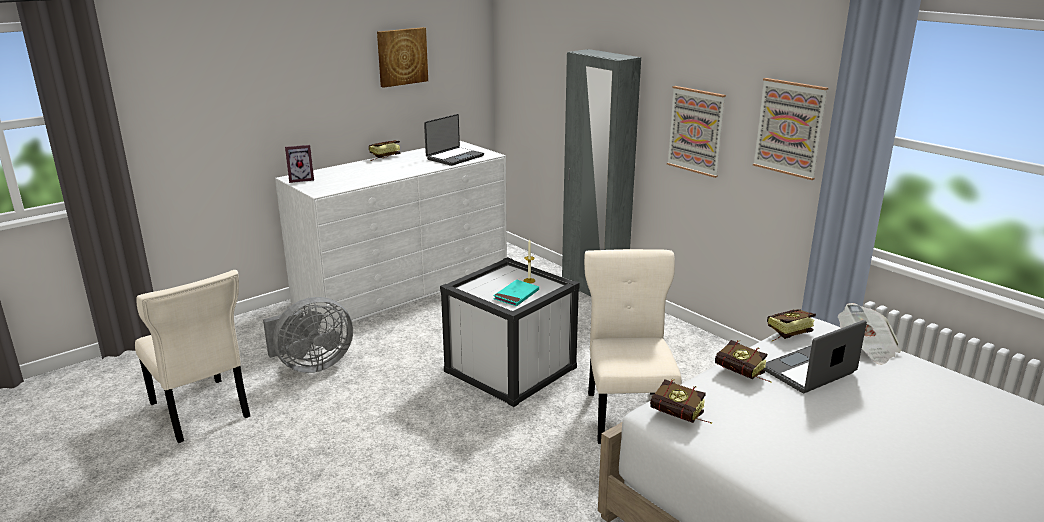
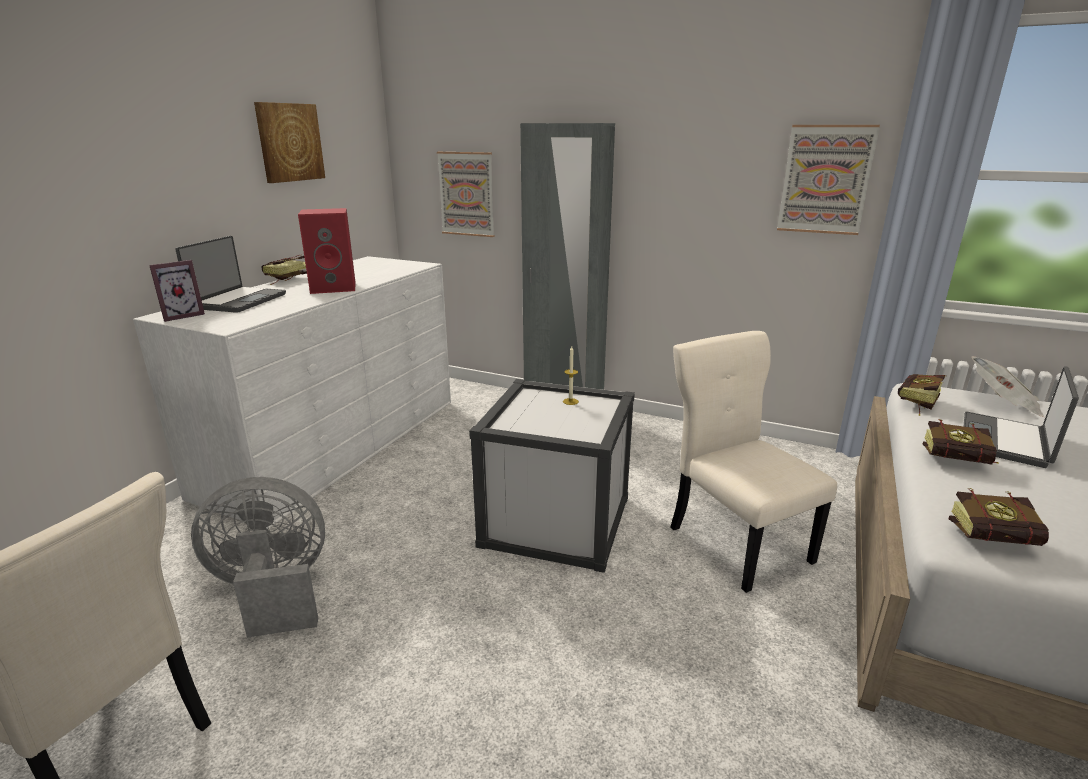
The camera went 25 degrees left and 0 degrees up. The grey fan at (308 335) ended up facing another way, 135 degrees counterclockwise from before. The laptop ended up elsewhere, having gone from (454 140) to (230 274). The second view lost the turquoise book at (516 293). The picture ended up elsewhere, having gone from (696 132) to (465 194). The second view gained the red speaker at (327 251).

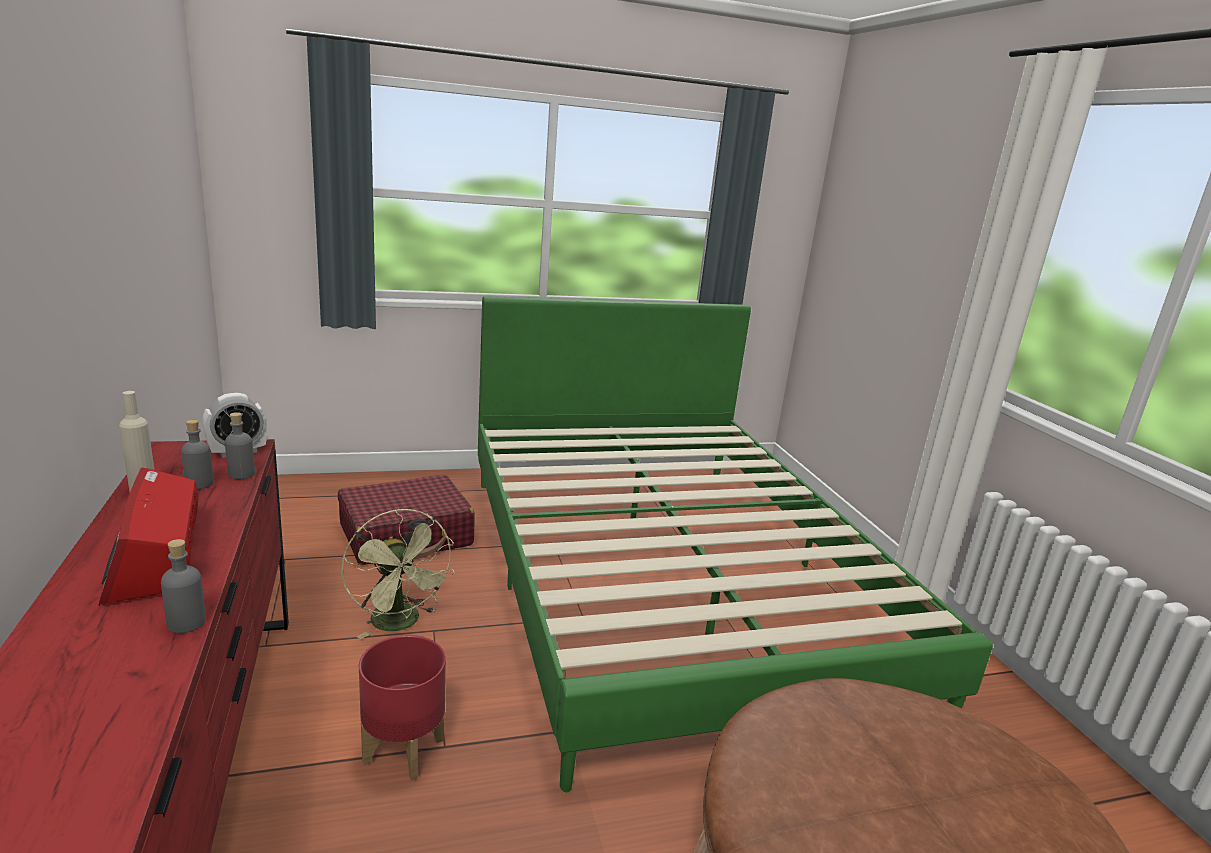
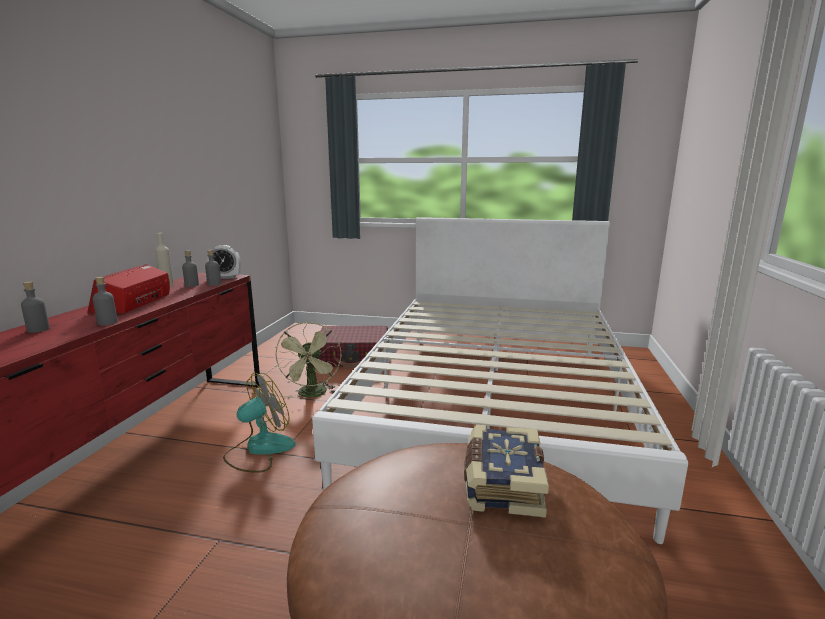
The camera went 30 degrees right and 5 degrees down. Where the red planter stood at (402 708), the fan came to stand at (259 423). What was the green bed at (735 544) turned into the white bed at (500 380). The second view gained the grey bottle at (35 307). The second view gained the book at (506 471).

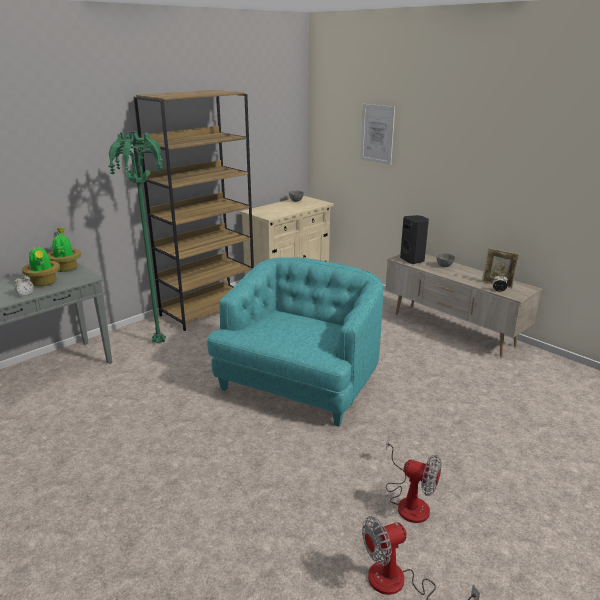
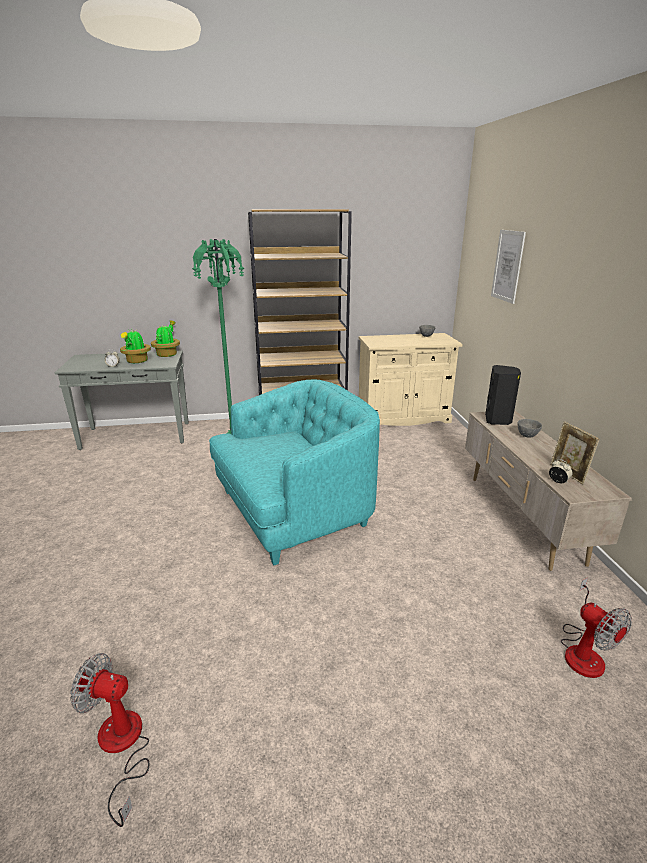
The camera went 35 degrees right and 0 degrees up. The fan ended up elsewhere, having gone from (414 480) to (596 628).

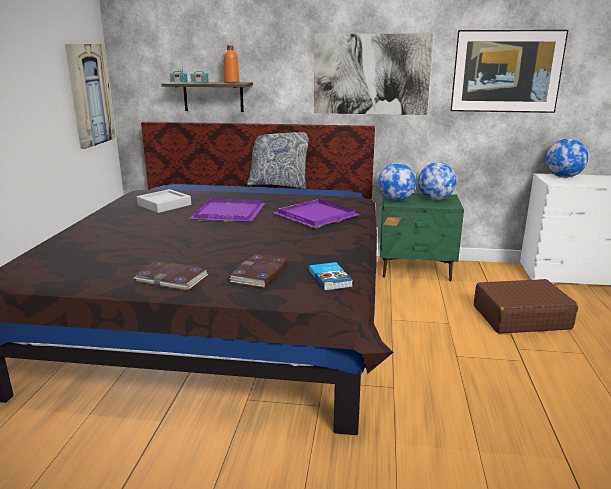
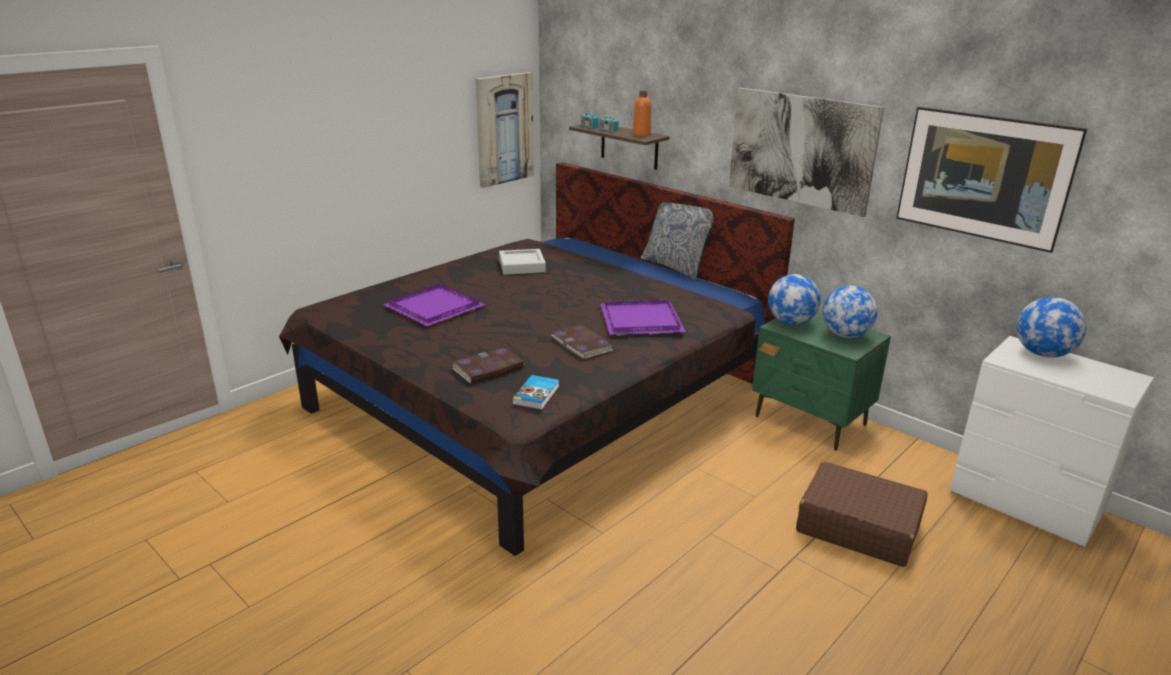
The camera went 35 degrees right and 5 degrees up. The book ended up elsewhere, having gone from (171 276) to (582 342). The purple tray ended up elsewhere, having gone from (227 210) to (434 305).

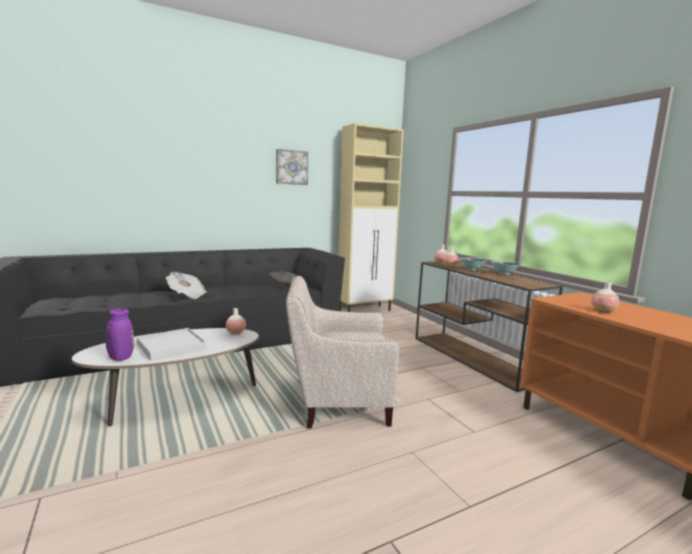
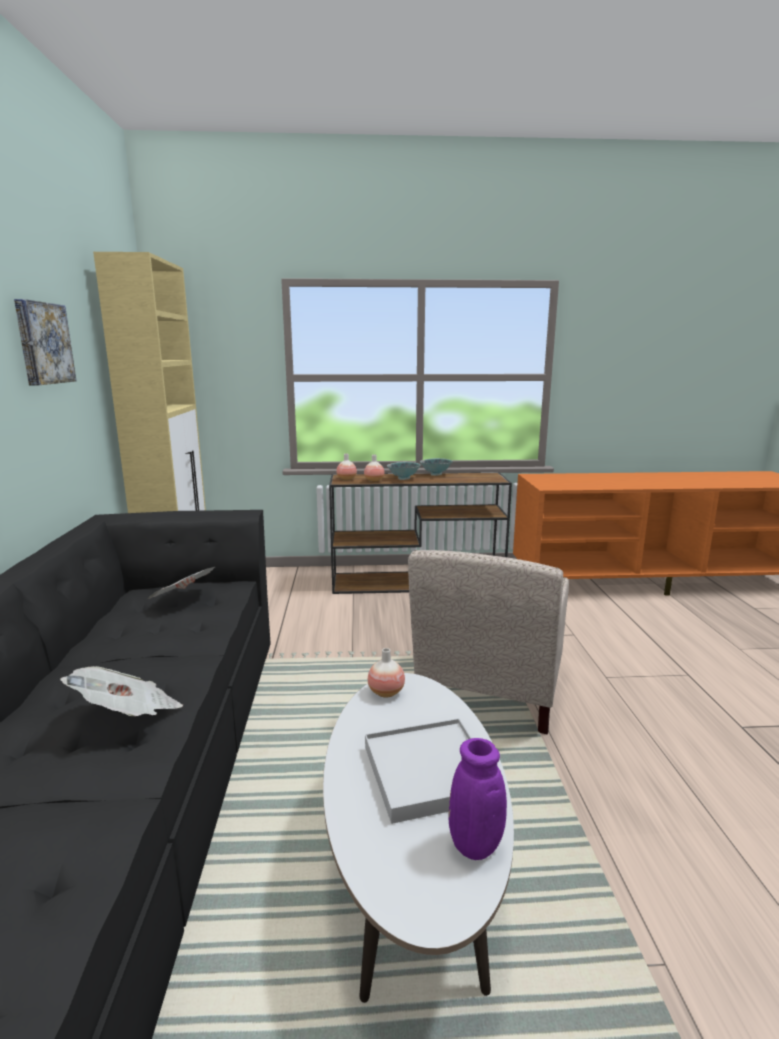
The camera went 65 degrees left and 5 degrees up. The second view lost the vase at (605 297).

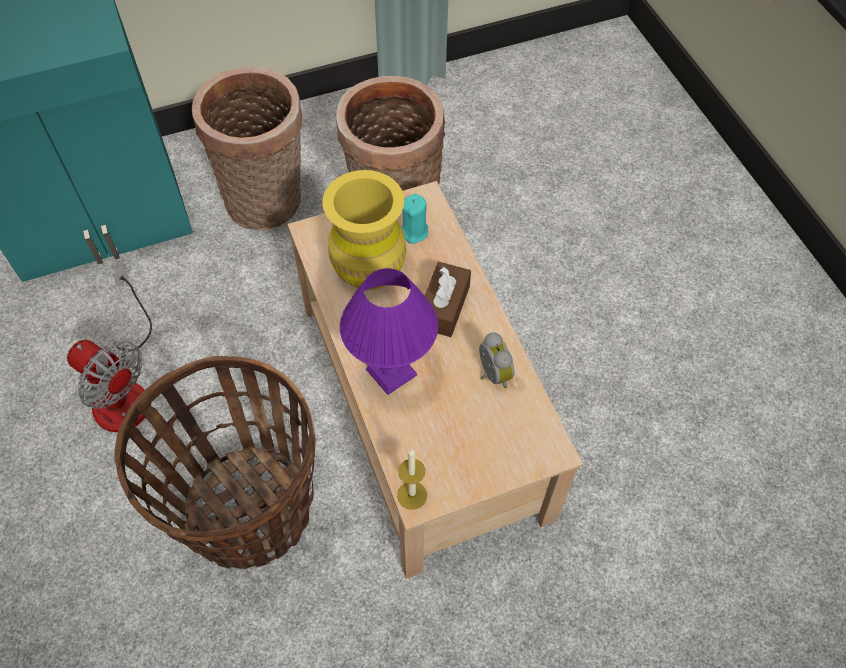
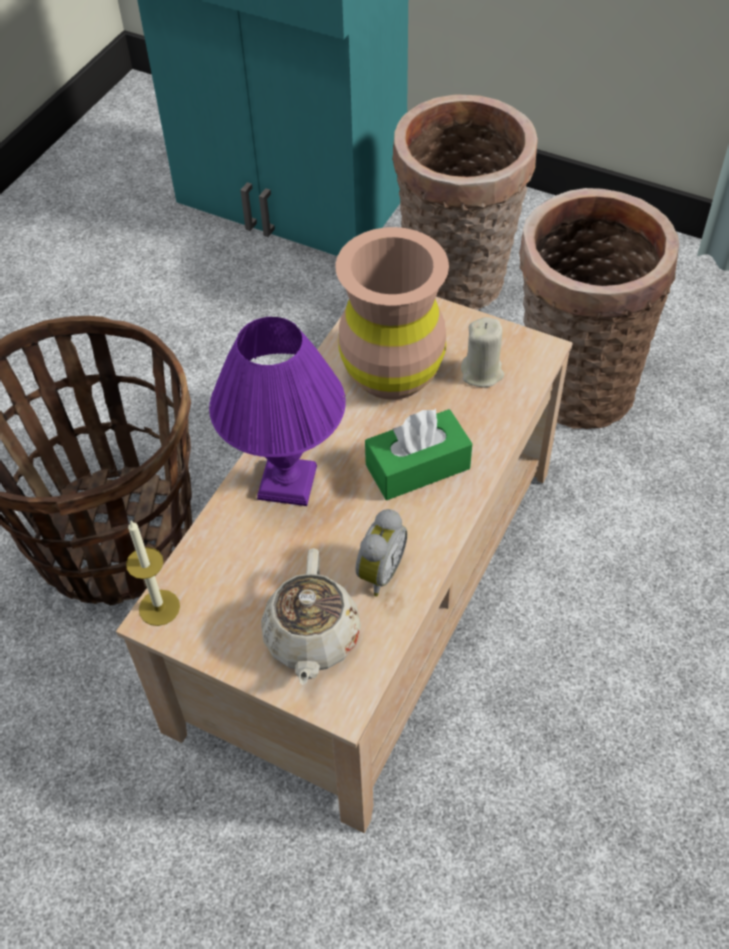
The camera went 50 degrees right and 5 degrees down. The second view lost the fan at (109 348). What was the yellow vase at (364 230) turned into the brown vase at (392 313). What was the turquoise candle at (414 219) turned into the beige candle at (482 352). What was the brown tissue box at (448 299) turned into the green tissue box at (418 454). The second view gained the beige teapot at (311 616).

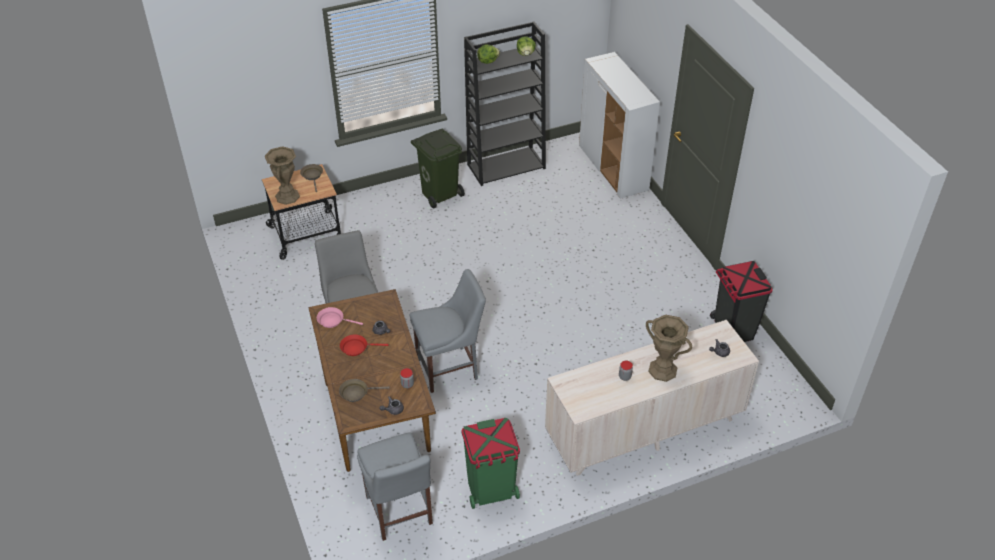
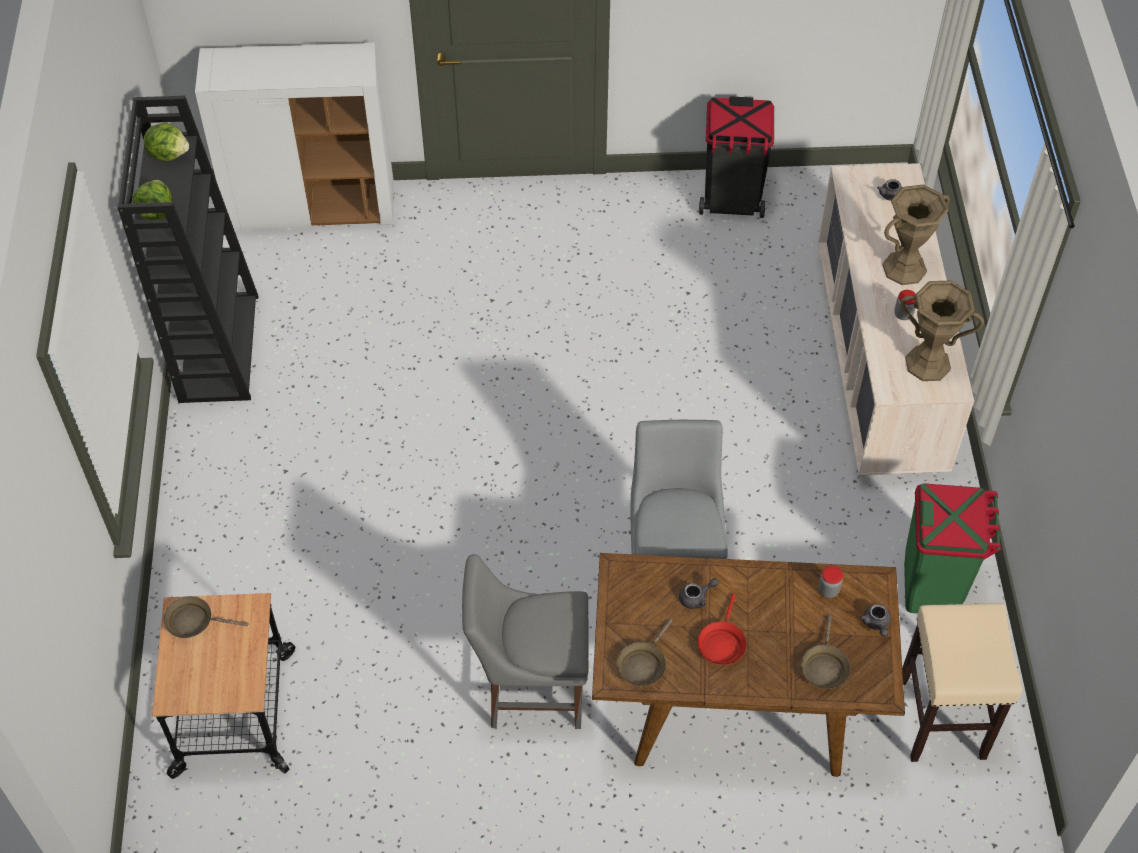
The camera went 70 degrees left and 10 degrees up. The brown vase ended up elsewhere, having gone from (282 175) to (942 330). What was the pink frying pan at (340 317) turned into the brown frying pan at (644 652). Where the grey chair stood at (395 486), the beige stool came to stand at (962 682). The second view lost the green trash can at (438 169).

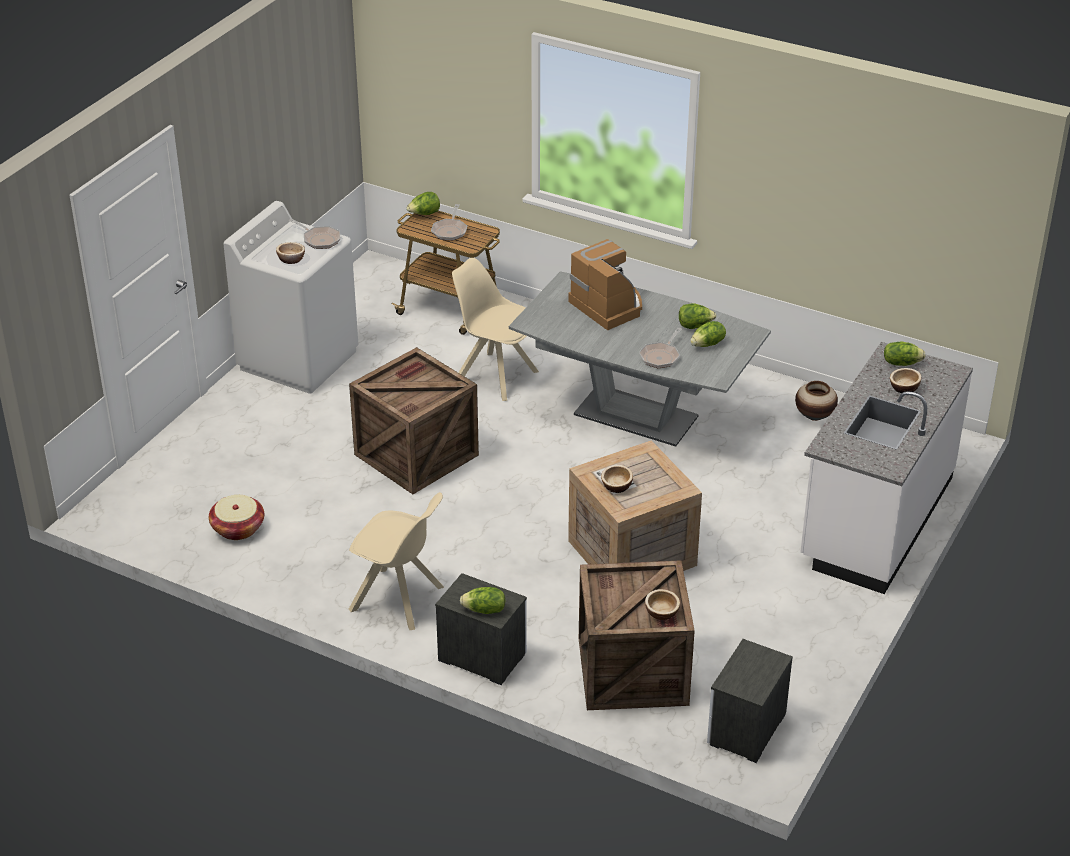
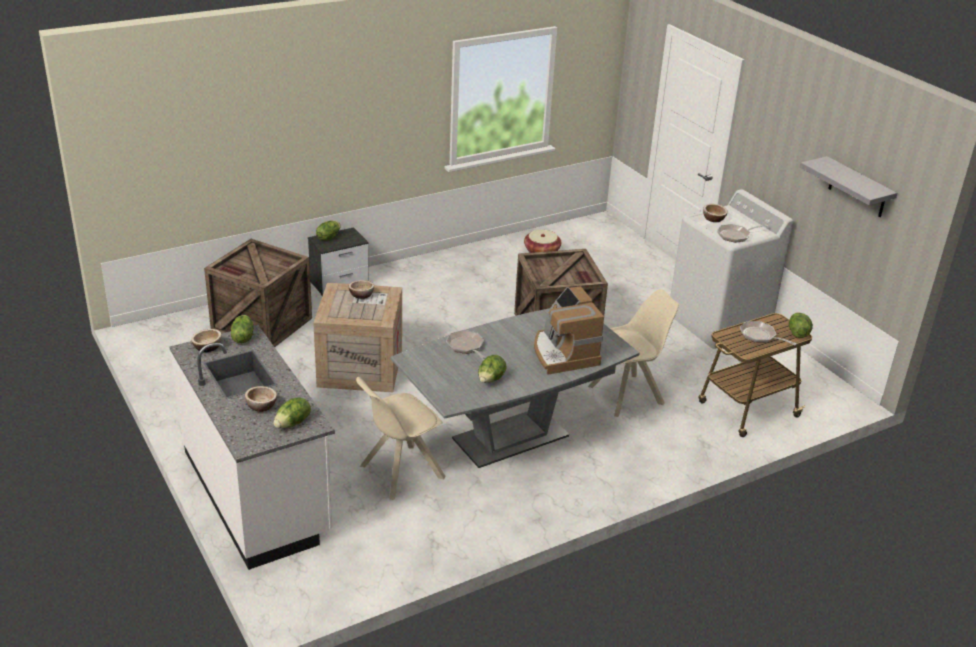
The camera went 120 degrees right and 5 degrees down. The beige chair ended up elsewhere, having gone from (397 561) to (400 438). The coffee machine at (605 284) ended up facing another way, 75 degrees clockwise from before. The bowl ended up elsewhere, having gone from (662 604) to (206 340). The lettuce ended up elsewhere, having gone from (708 334) to (242 329). The second view lost the nightstand at (750 701). The second view lost the vase at (816 401). The second view gained the grey shelf at (848 186).

